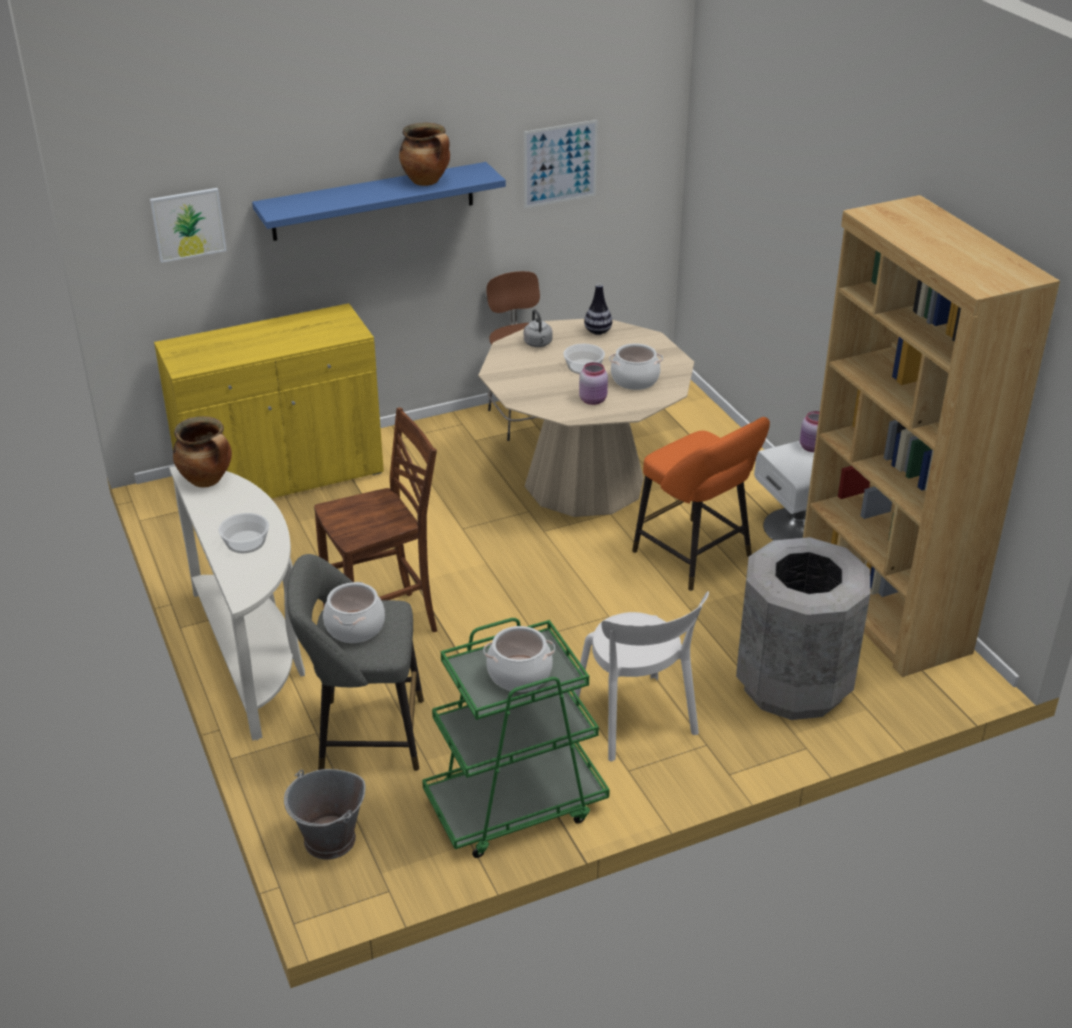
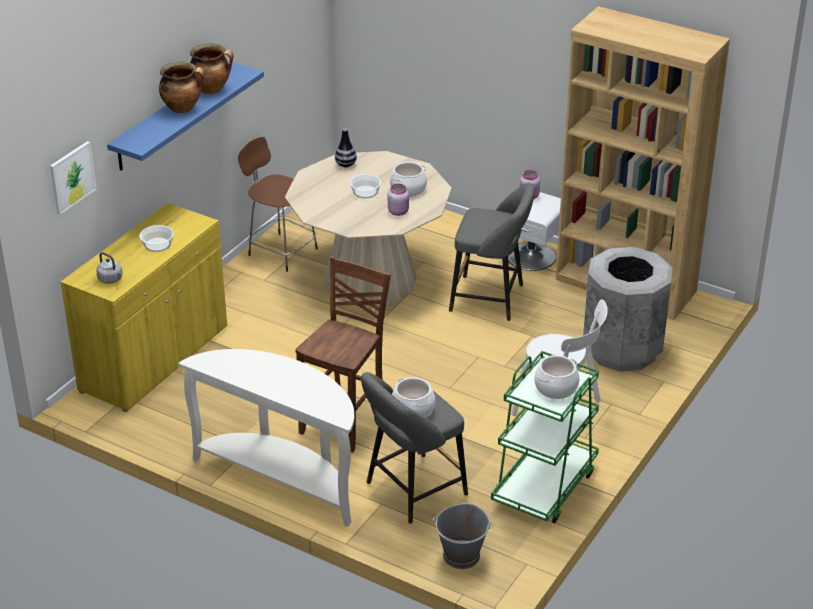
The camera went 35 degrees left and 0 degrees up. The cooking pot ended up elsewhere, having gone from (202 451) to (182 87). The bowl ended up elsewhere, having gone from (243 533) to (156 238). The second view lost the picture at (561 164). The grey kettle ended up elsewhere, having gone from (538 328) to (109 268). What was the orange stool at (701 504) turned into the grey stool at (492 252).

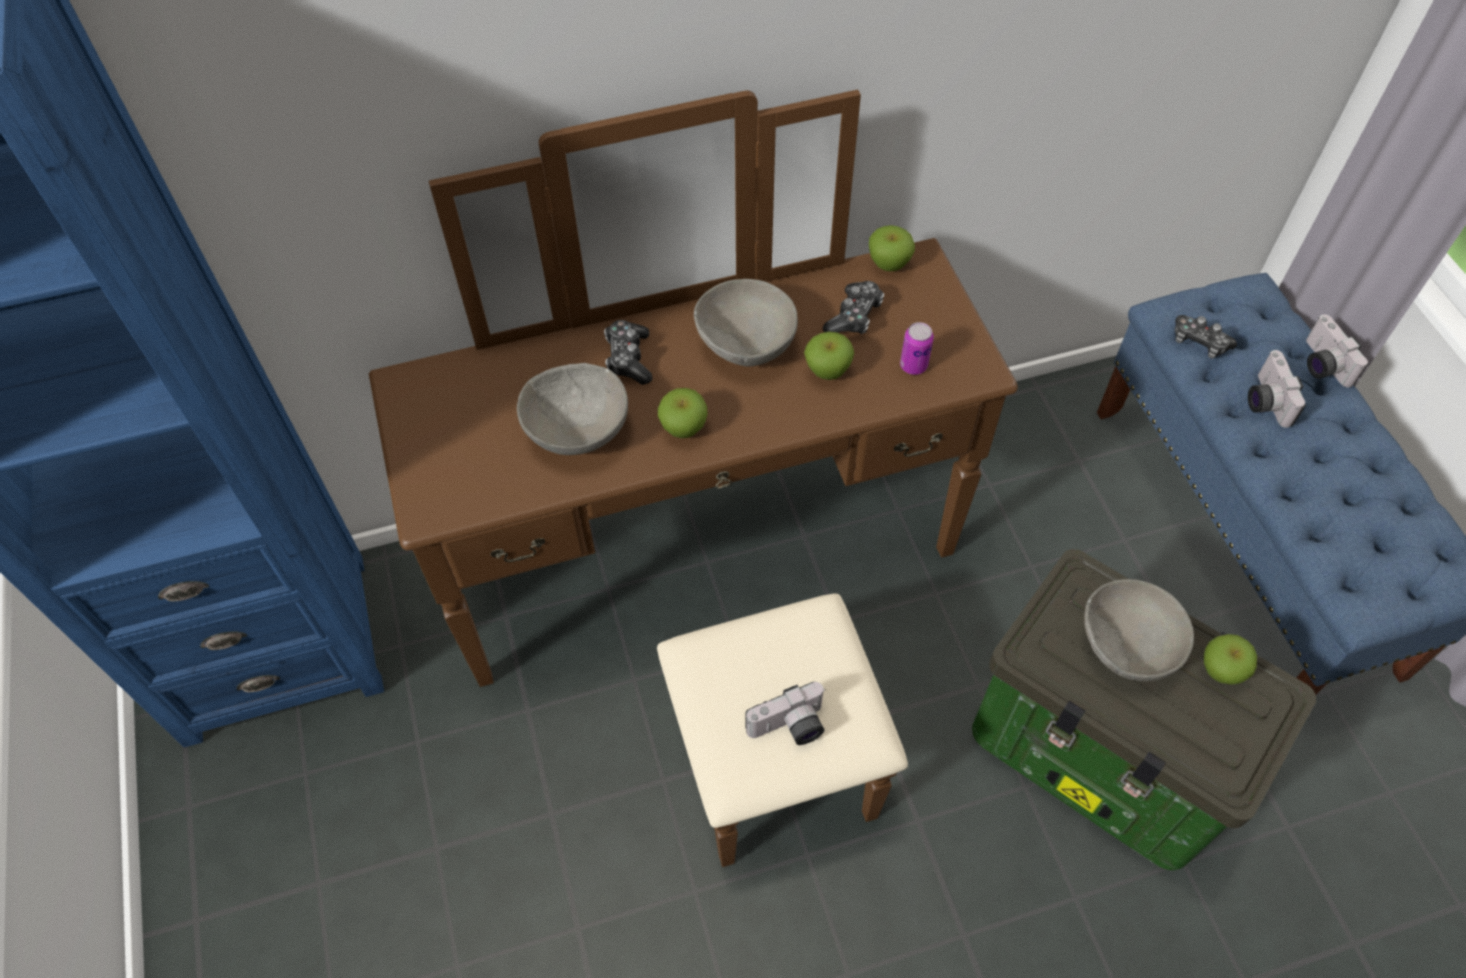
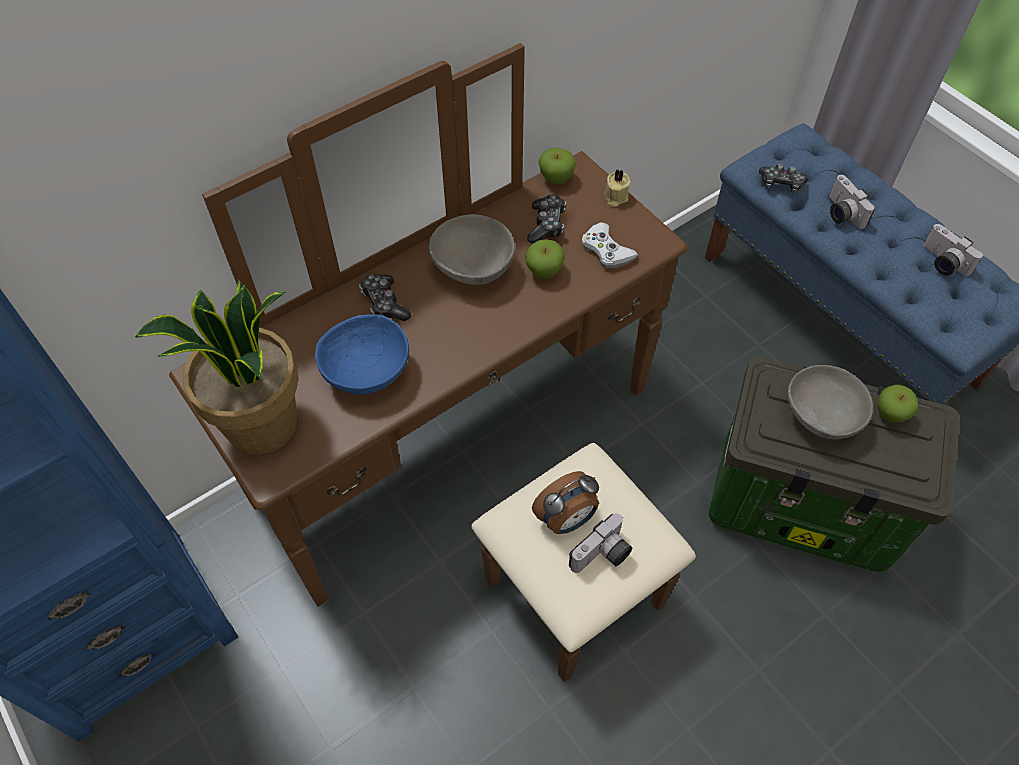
The camera went 20 degrees left and 0 degrees up. What was the grey bowl at (572 409) turned into the blue bowl at (362 354). The second view lost the apple at (683 413). Where the can stood at (917 348), the white game controller came to stand at (609 245). The photo camera ended up elsewhere, having gone from (1337 351) to (953 250). The second view gained the potted plant at (217 367). The second view gained the alarm clock at (565 502). The second view gained the beige candle at (617 188).

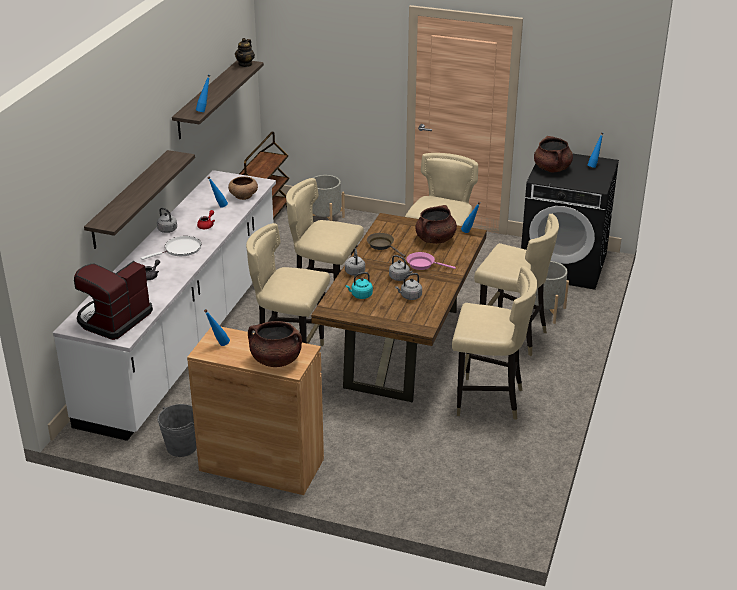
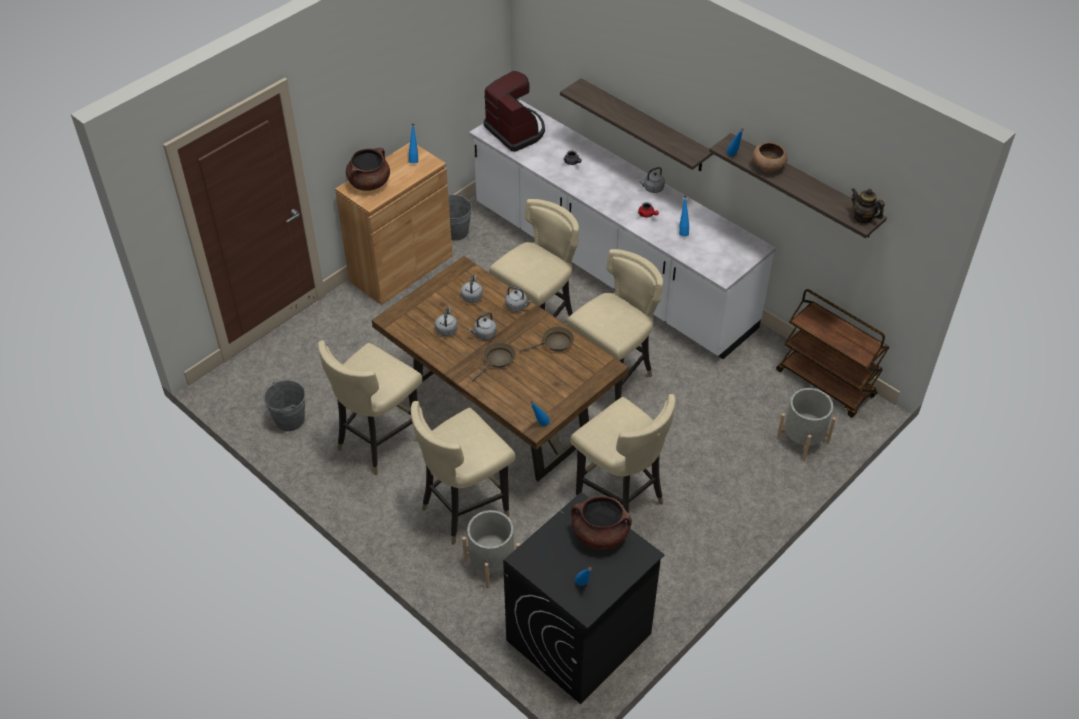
The camera went 115 degrees right and 15 degrees up. The second view lost the white frying pan at (171 248). The brown bowl ended up elsewhere, having gone from (243 188) to (770 157). What was the turquoise kettle at (359 285) turned into the grey kettle at (472 289). What was the pink frying pan at (431 261) turned into the brown frying pan at (493 362). The second view lost the brown cooking pot at (436 224). The second view gained the grey bucket at (284 405).

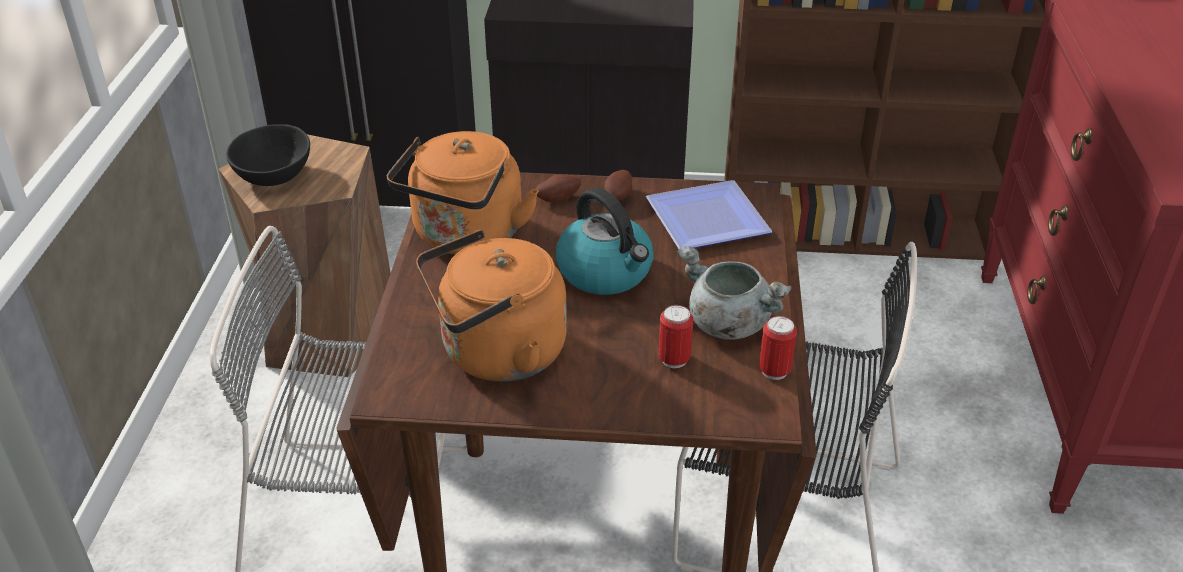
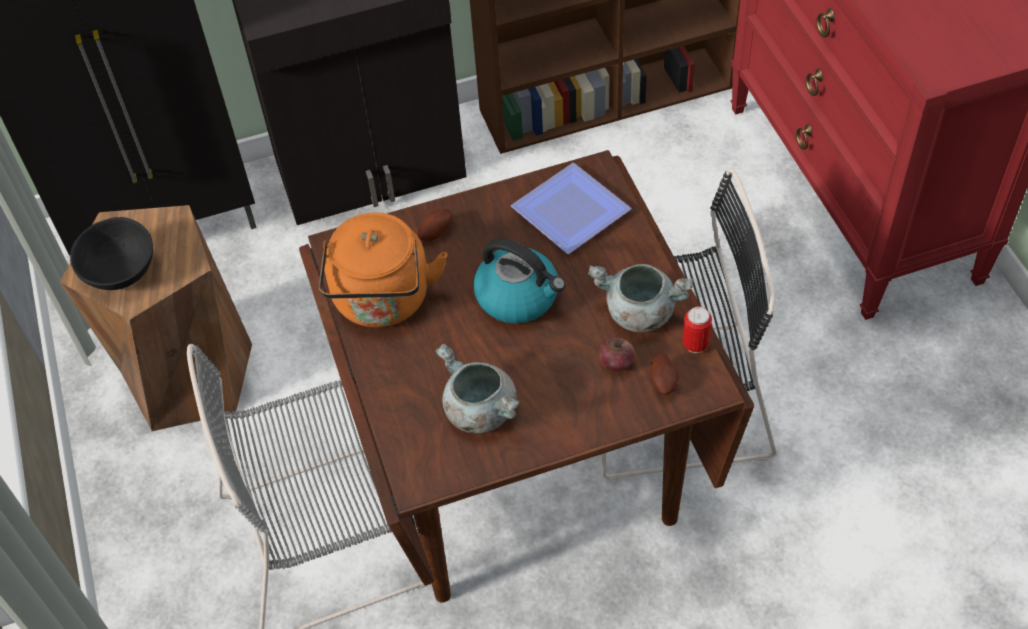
The camera went 20 degrees left and 15 degrees up. Where the orange kettle stood at (491 306), the grey cooking pot came to stand at (477 388). The potato ended up elsewhere, having gone from (618 185) to (664 374). Where the can stood at (675 336), the apple came to stand at (617 354).

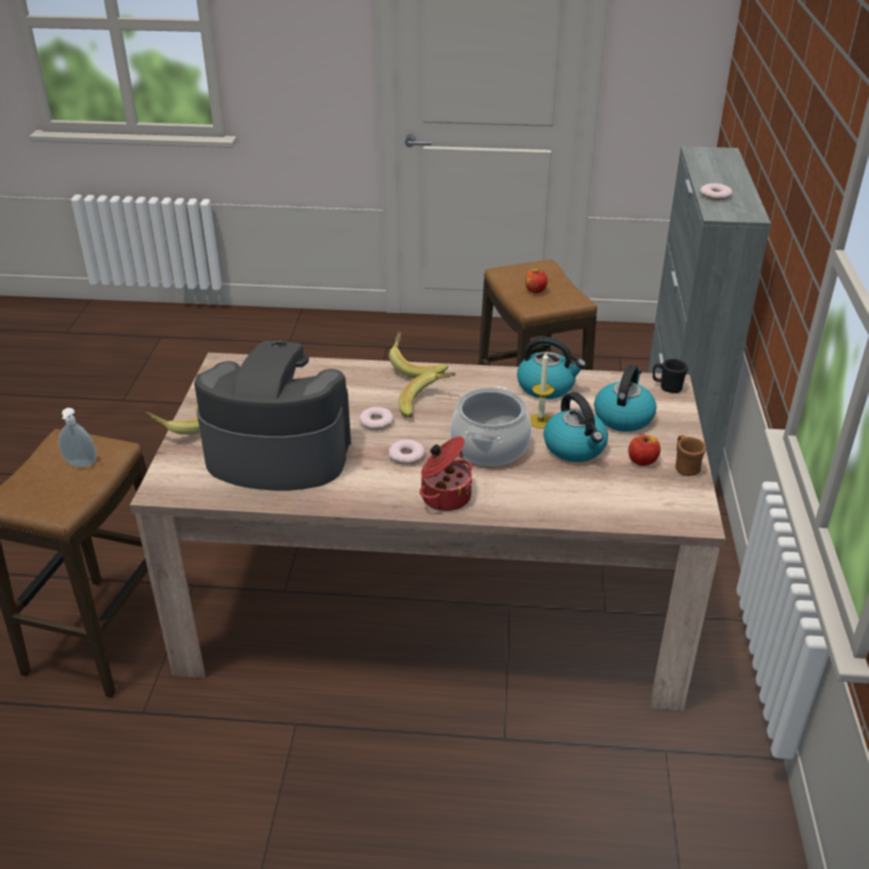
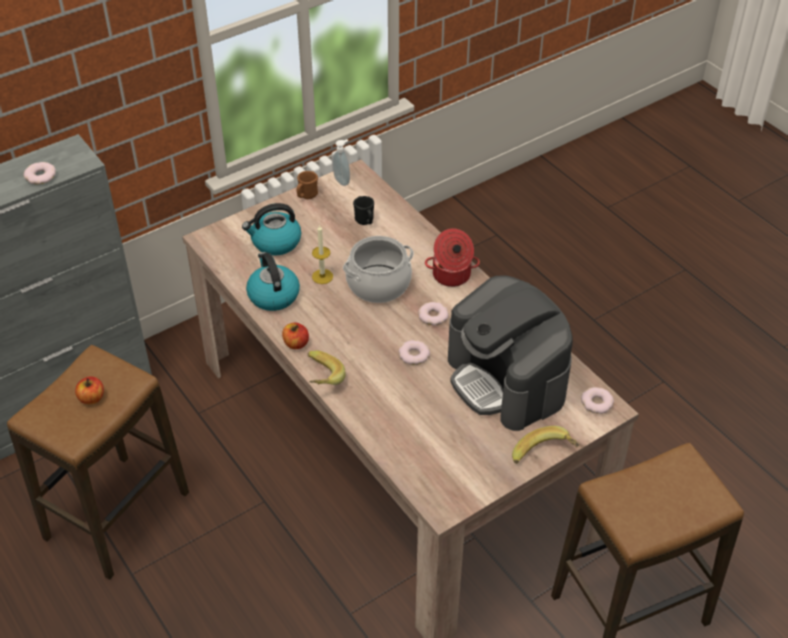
The camera went 130 degrees left and 10 degrees up. The soap dispenser ended up elsewhere, having gone from (77 437) to (341 162). The second view lost the banana at (427 395). The second view lost the kettle at (575 427). The apple ended up elsewhere, having gone from (644 450) to (295 336). The black mug ended up elsewhere, having gone from (670 376) to (363 210). The second view gained the donut at (597 400).

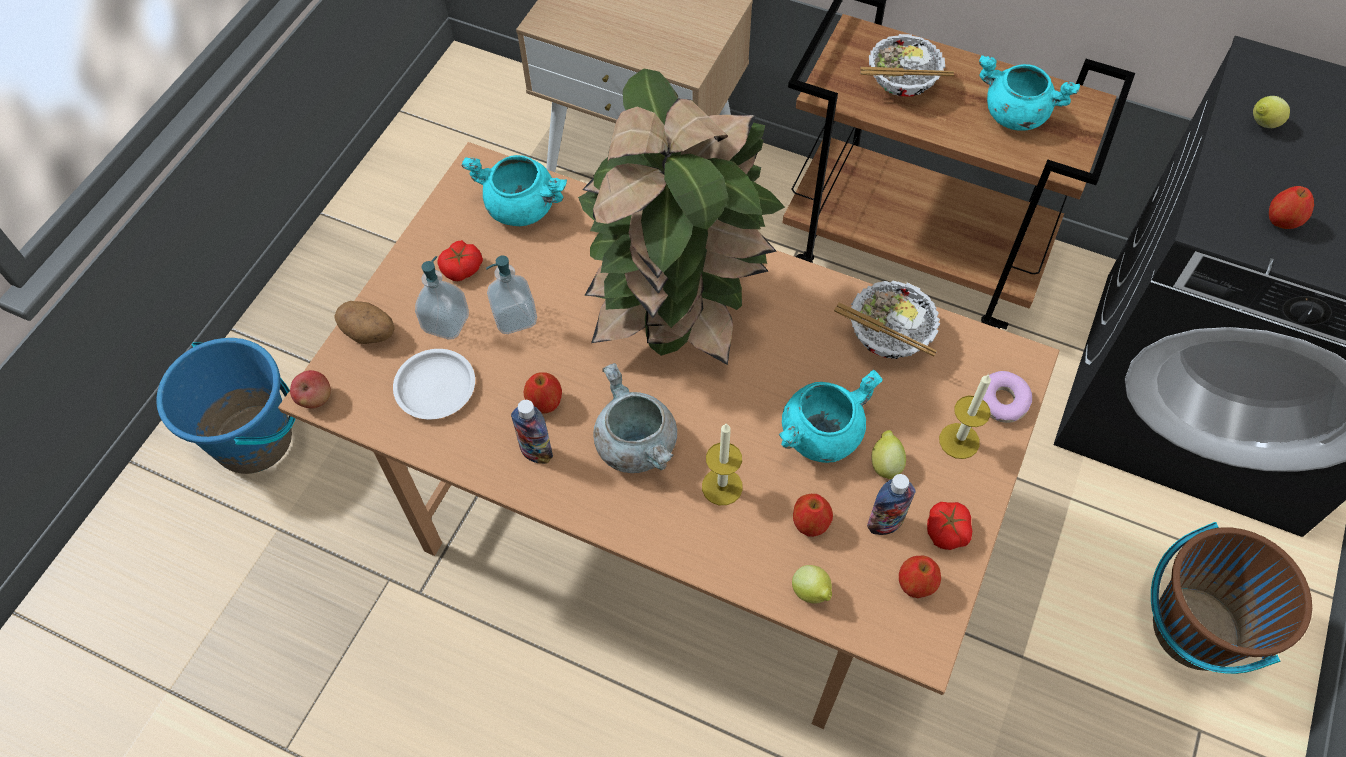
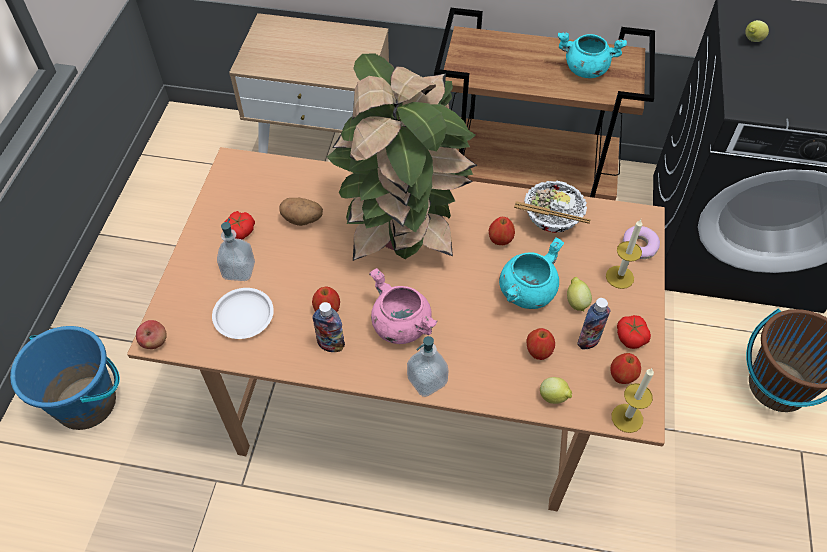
The camera went 15 degrees left and 5 degrees down. The potato ended up elsewhere, having gone from (365 322) to (301 212). The second view lost the turquoise cooking pot at (514 190). The soap dispenser ended up elsewhere, having gone from (511 294) to (428 366). What was the grey cooking pot at (635 418) turned into the pink cooking pot at (403 306). The candle ended up elsewhere, having gone from (722 464) to (633 400). The second view lost the bowl at (907 65). The apple ended up elsewhere, having gone from (1291 207) to (502 231).

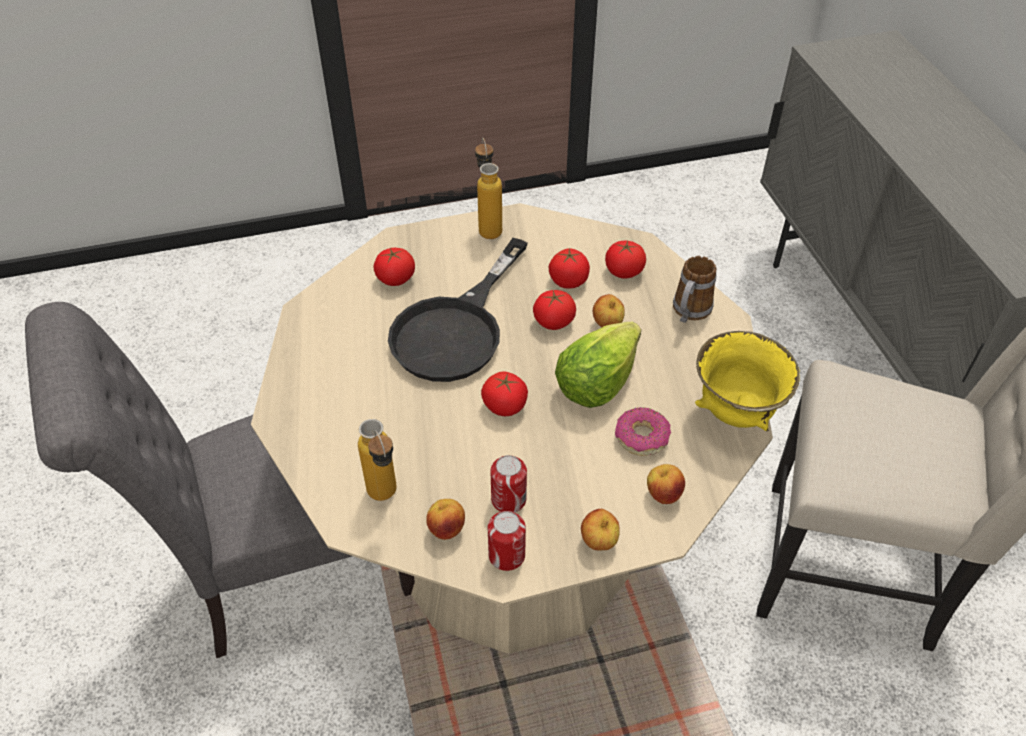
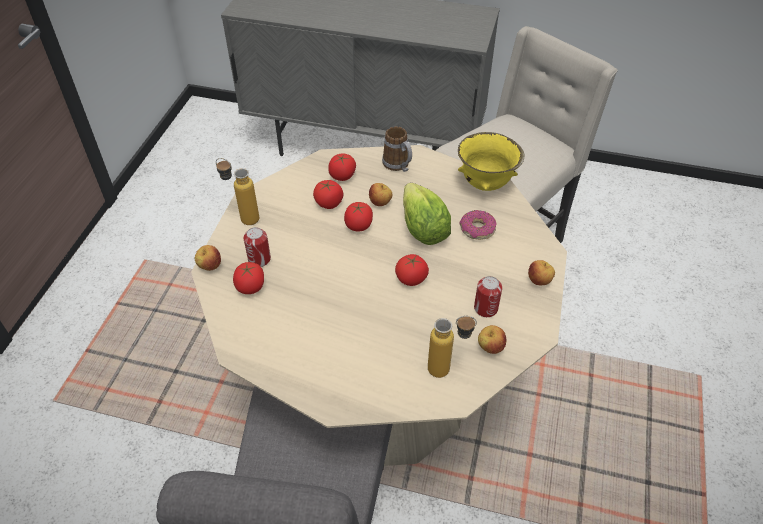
The camera went 60 degrees left and 0 degrees up. The second view lost the black frying pan at (458 310). The can ended up elsewhere, having gone from (507 541) to (257 247). The apple ended up elsewhere, having gone from (666 484) to (208 258).

